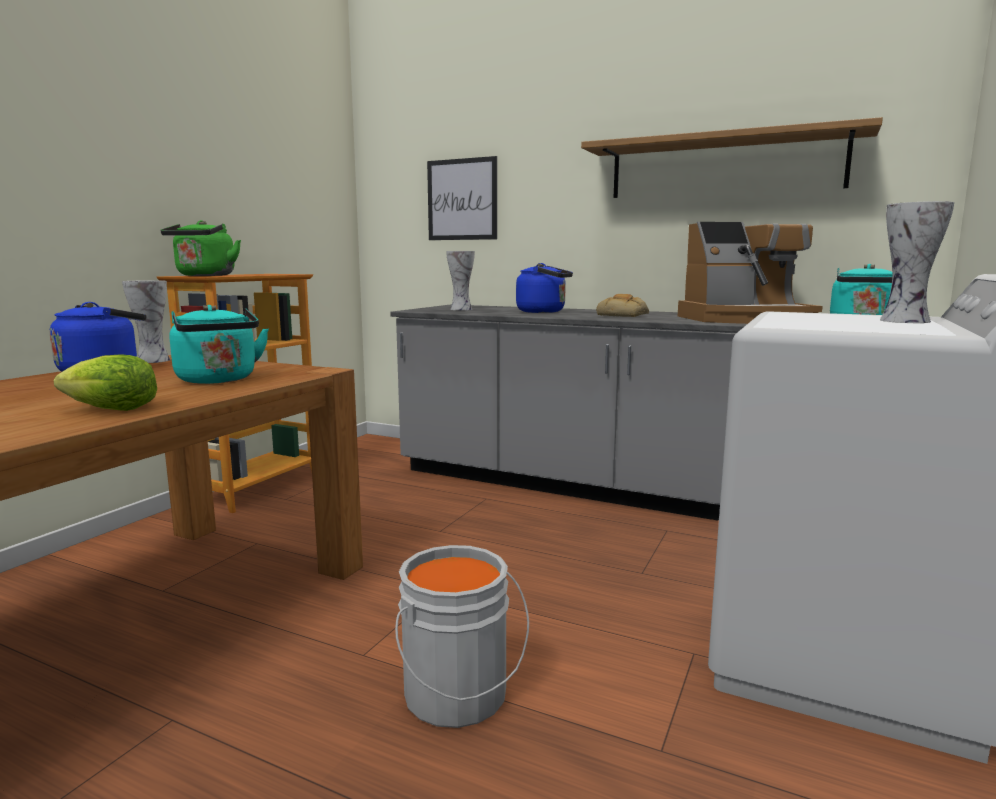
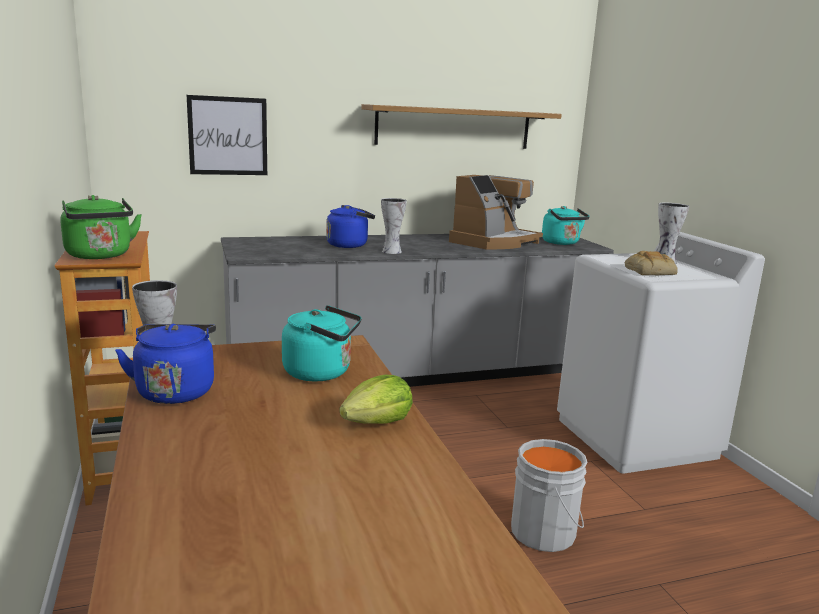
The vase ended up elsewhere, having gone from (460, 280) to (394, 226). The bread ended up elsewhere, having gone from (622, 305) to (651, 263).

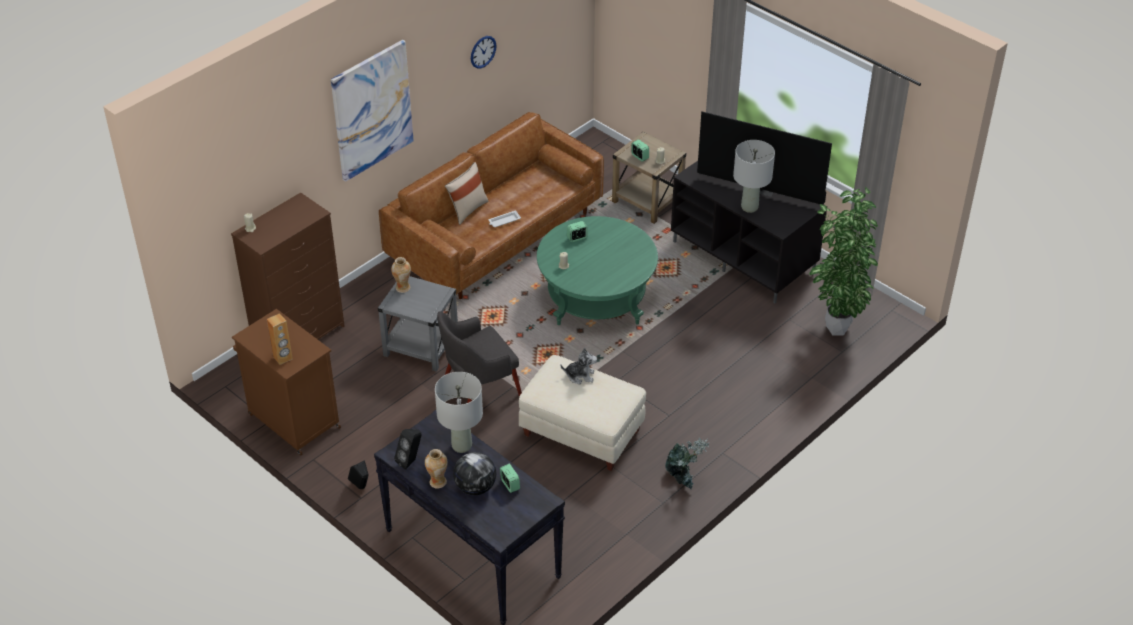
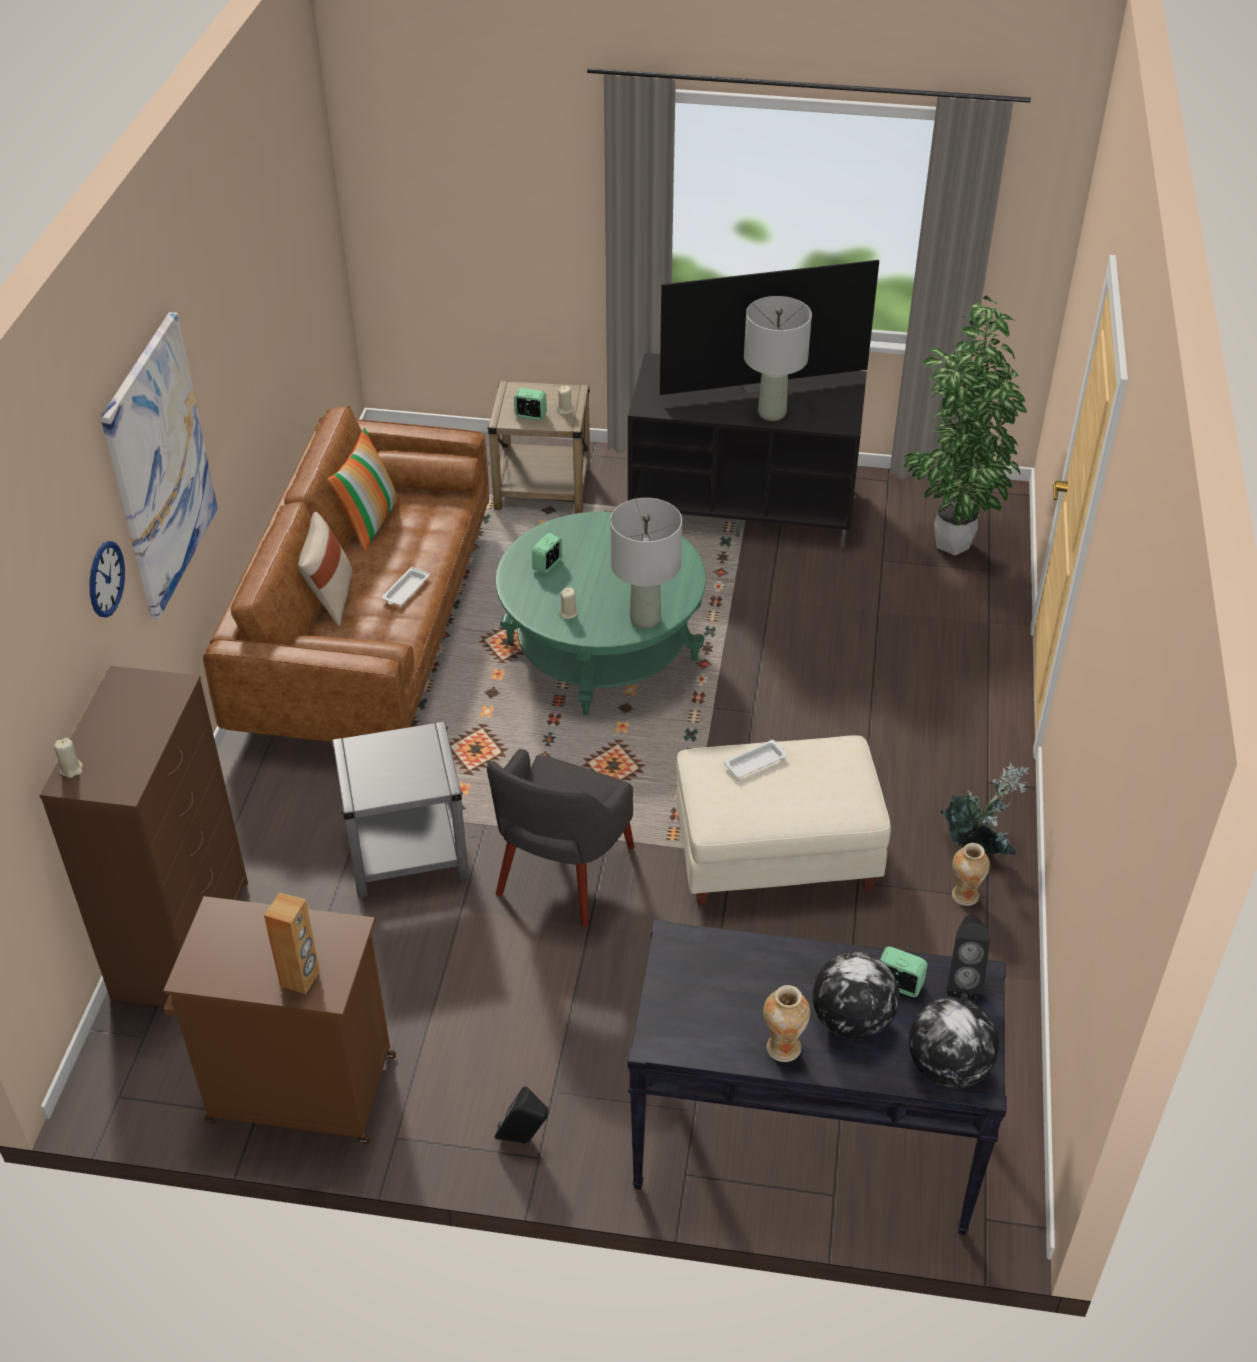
The vase ended up elsewhere, having gone from (401, 275) to (971, 874). The black speaker ended up elsewhere, having gone from (408, 449) to (968, 957). The grey table lamp ended up elsewhere, having gone from (459, 412) to (646, 563). The wall clock ended up elsewhere, having gone from (484, 52) to (107, 579). Where the plush toy stood at (578, 365), the white tray came to stand at (755, 759). The second view gained the pillow at (363, 489). The second view gained the globe at (954, 1043).

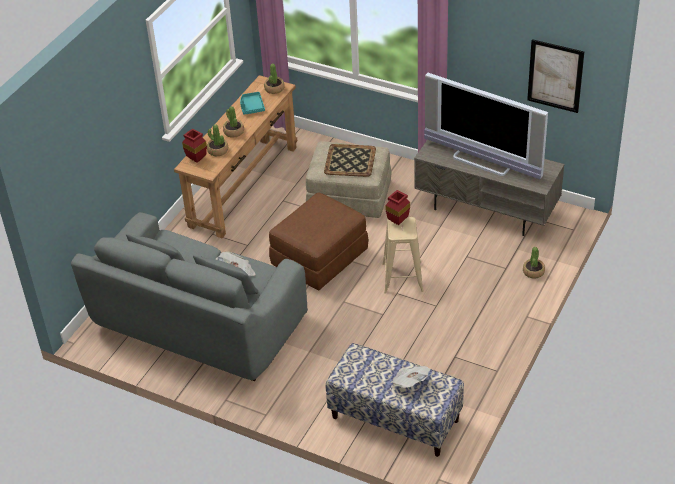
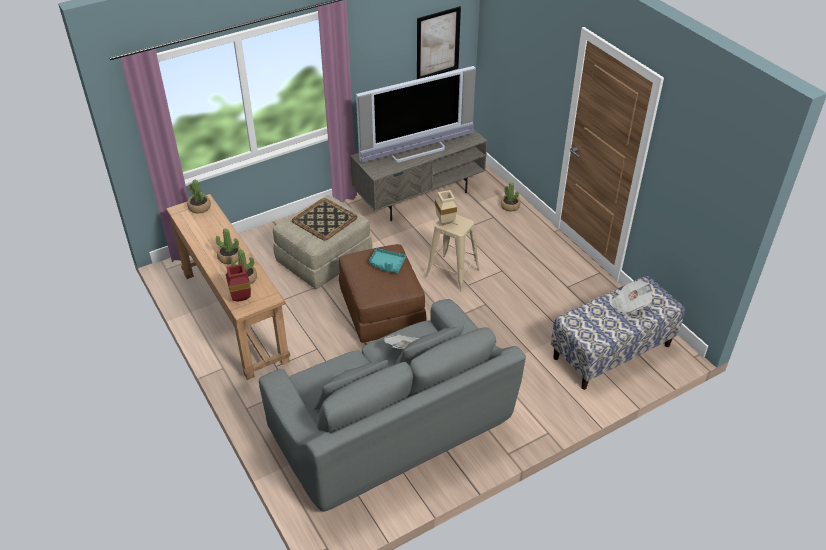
The turquoise tray ended up elsewhere, having gone from (252, 103) to (387, 260). What was the red vase at (397, 207) turned into the beige vase at (446, 207).

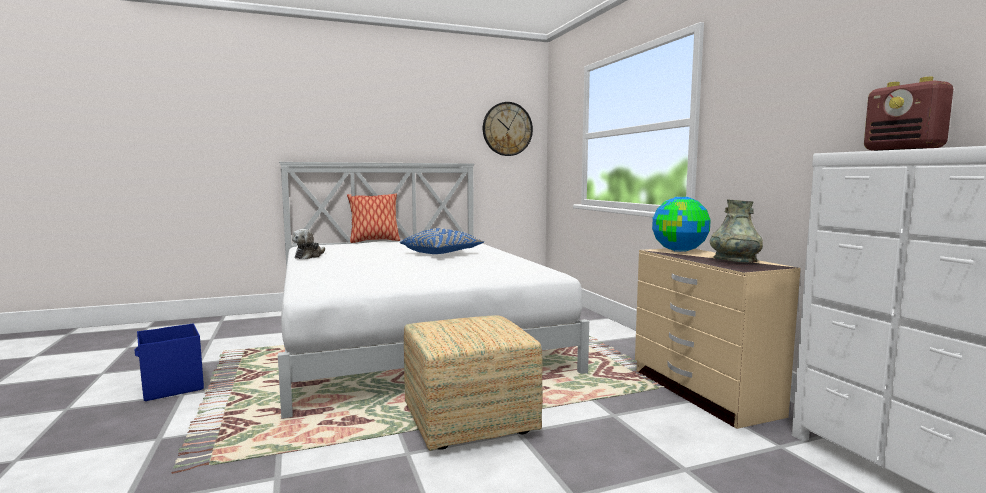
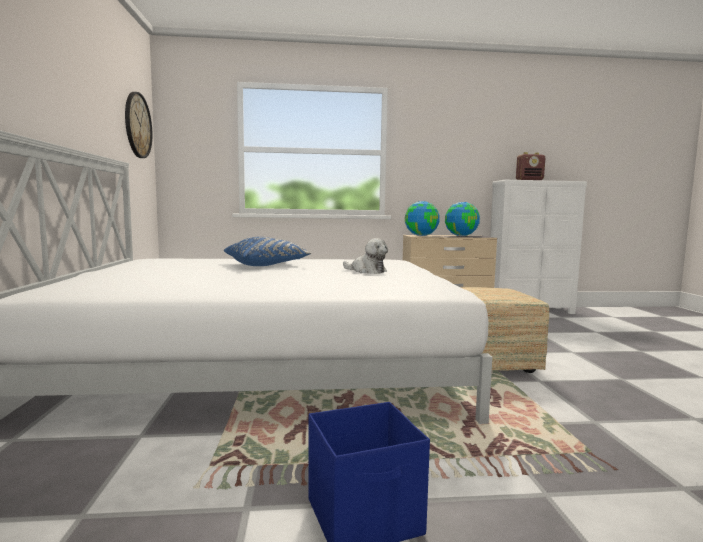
The plush toy ended up elsewhere, having gone from (308, 244) to (365, 256). The second view lost the pillow at (373, 218). Where the grey vase stood at (736, 231), the globe came to stand at (462, 219).

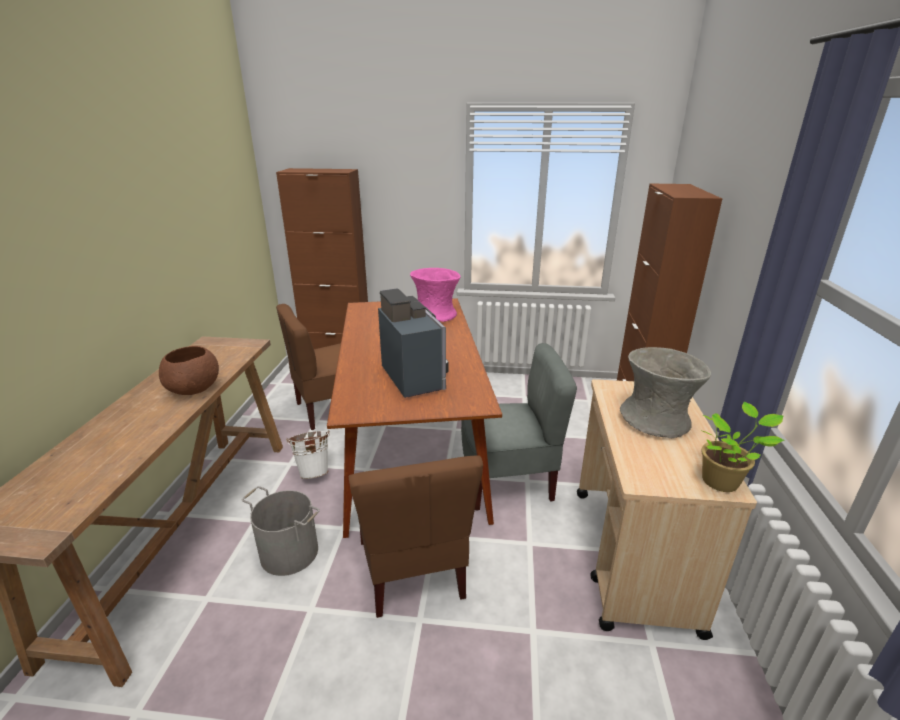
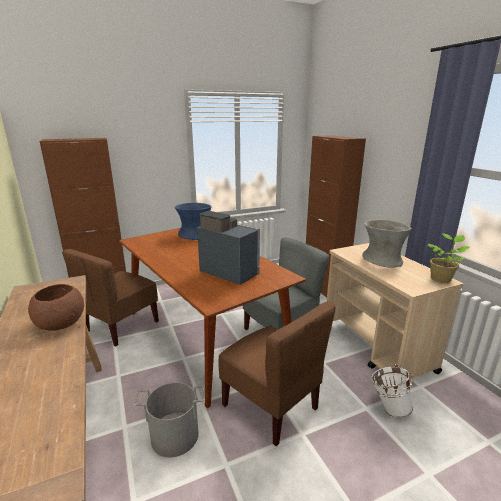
The white bucket ended up elsewhere, having gone from (308, 455) to (392, 391). What was the pink vase at (435, 295) turned into the blue vase at (193, 221).

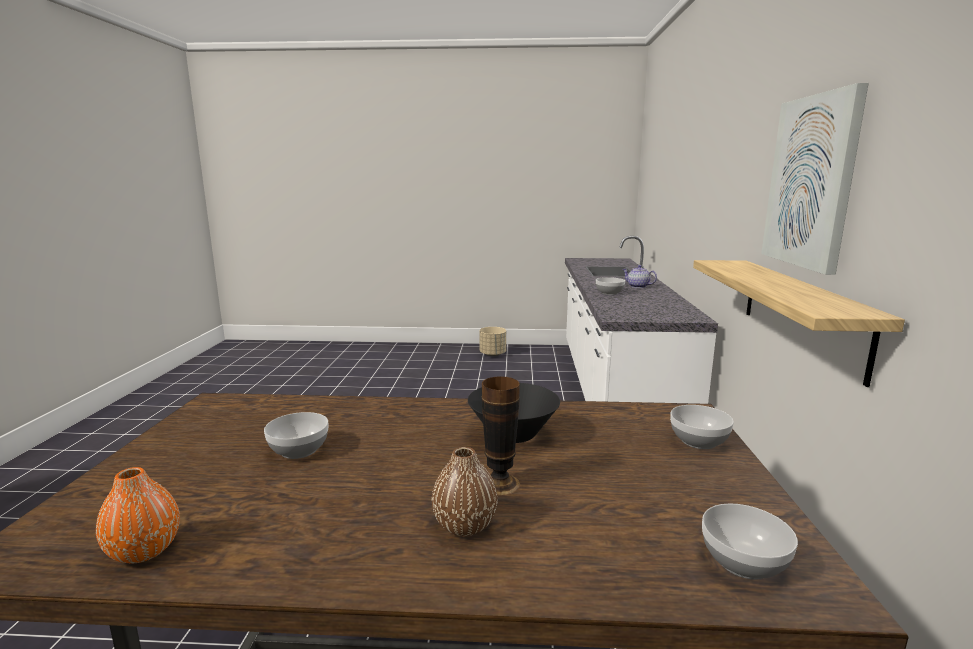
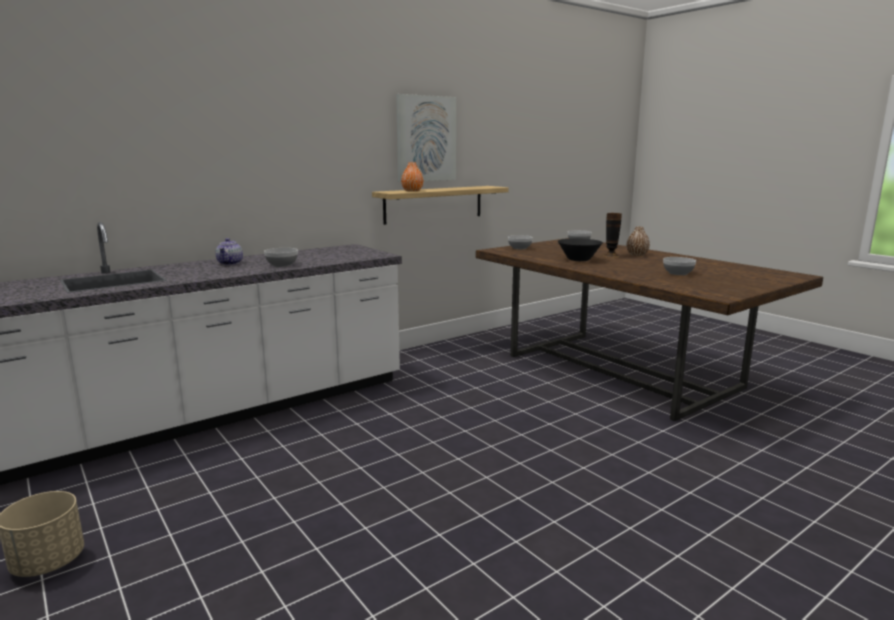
The orange vase ended up elsewhere, having gone from (138, 515) to (412, 177).

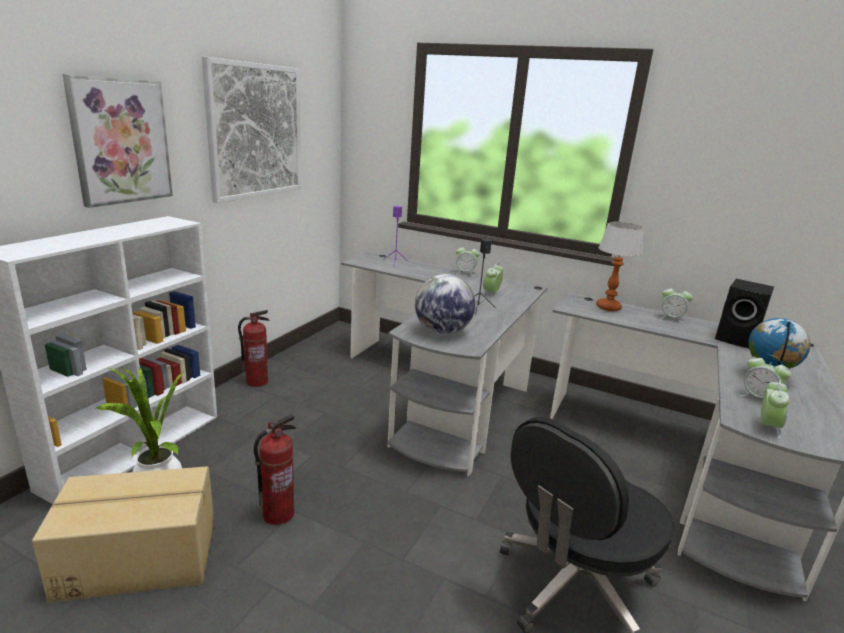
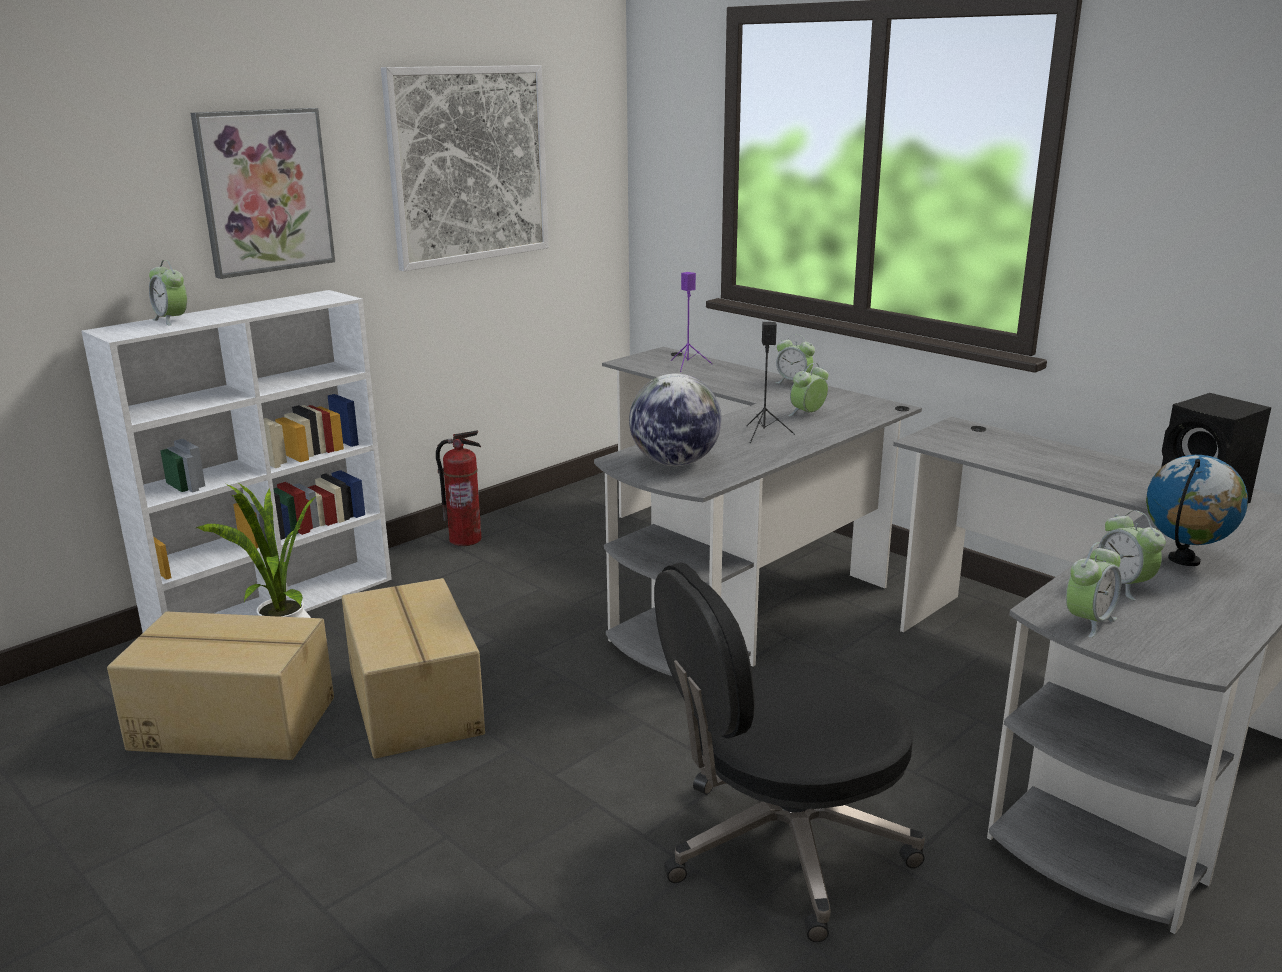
Where the fire extinguisher stood at (275, 469), the cardboard box came to stand at (413, 668). The second view lost the table lamp at (620, 266). The alarm clock ended up elsewhere, having gone from (676, 304) to (168, 293).

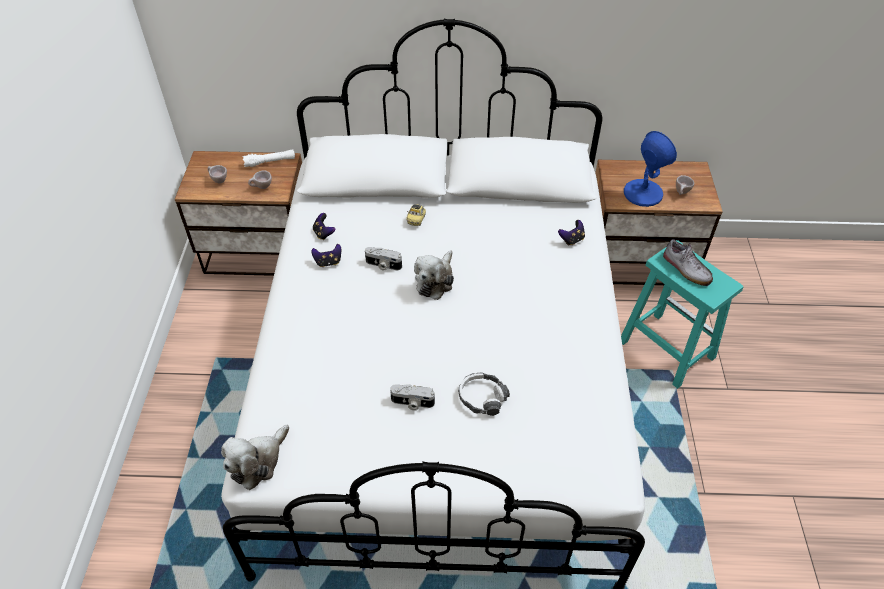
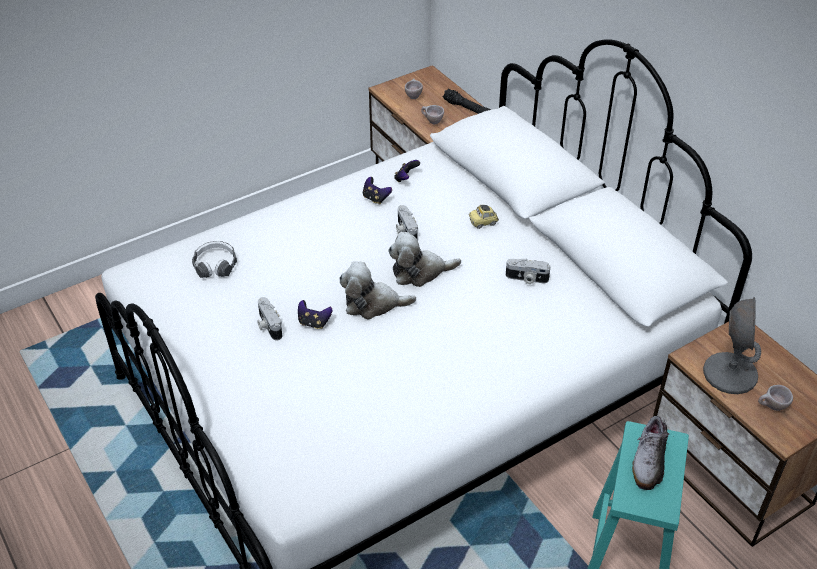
The plush toy ended up elsewhere, having gone from (255, 457) to (377, 290). What was the white flashlight at (268, 158) turned into the black flashlight at (466, 101). The headphones ended up elsewhere, having gone from (484, 394) to (214, 259). The game controller ended up elsewhere, having gone from (571, 233) to (315, 314). What was the blue table lamp at (650, 169) turned into the grey table lamp at (732, 345). The second view gained the photo camera at (528, 271).

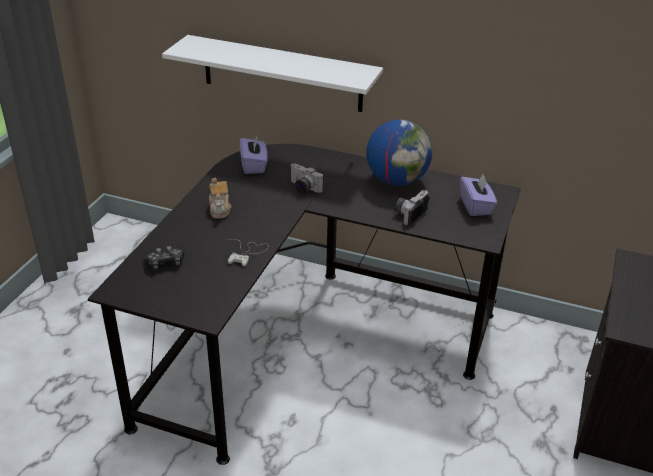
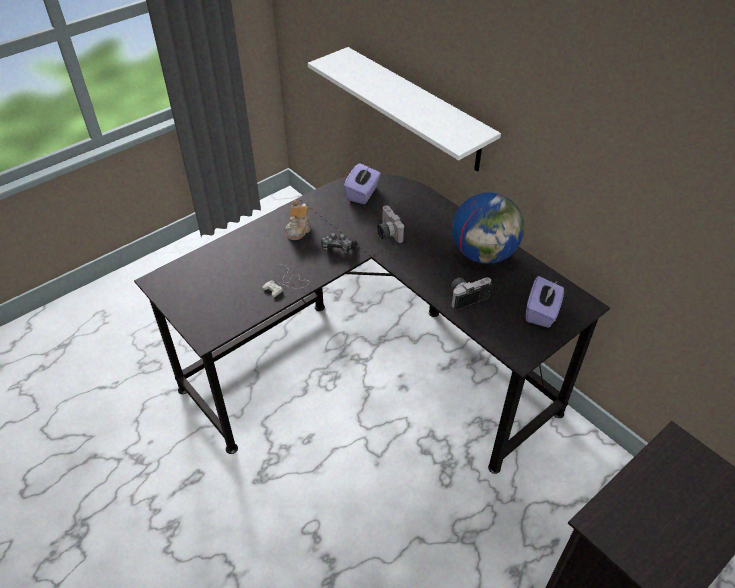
The game controller ended up elsewhere, having gone from (163, 257) to (339, 243).

